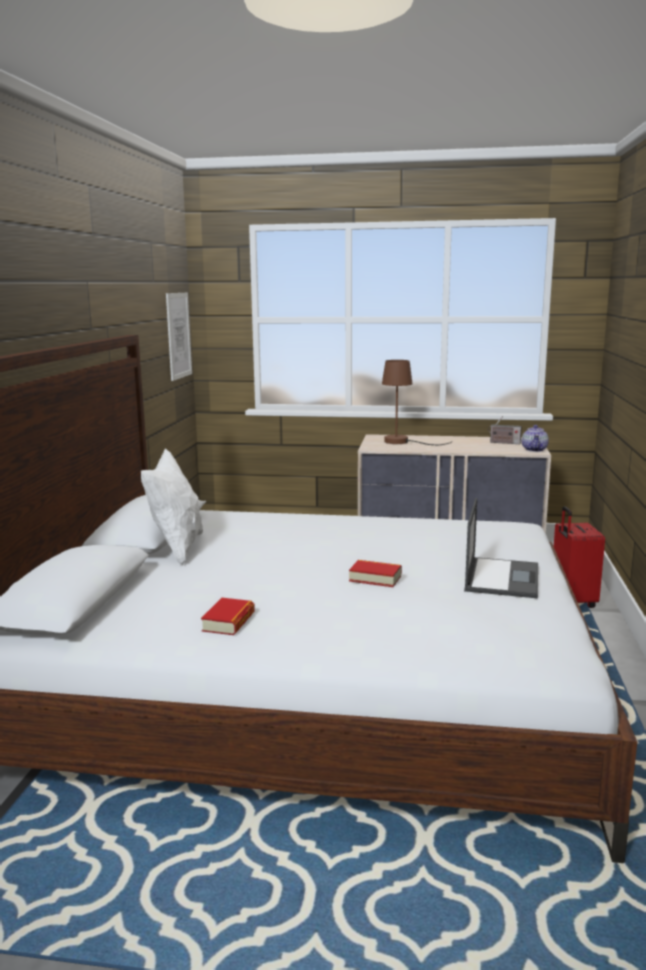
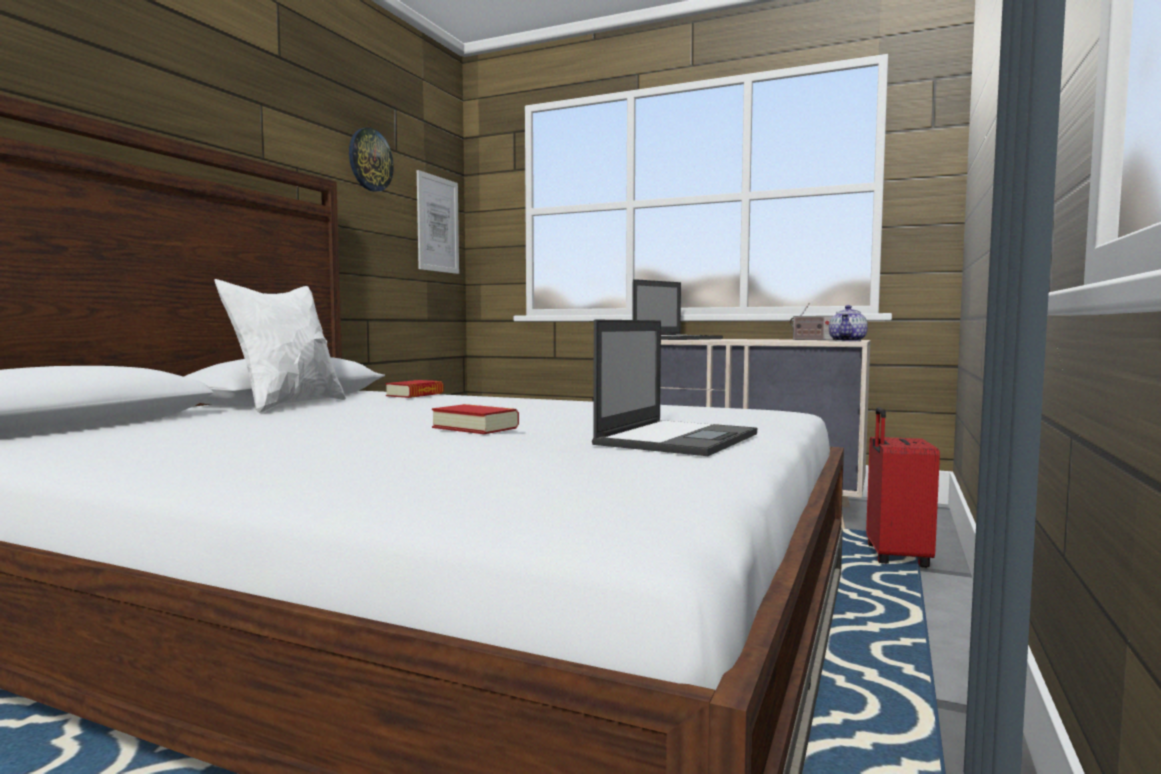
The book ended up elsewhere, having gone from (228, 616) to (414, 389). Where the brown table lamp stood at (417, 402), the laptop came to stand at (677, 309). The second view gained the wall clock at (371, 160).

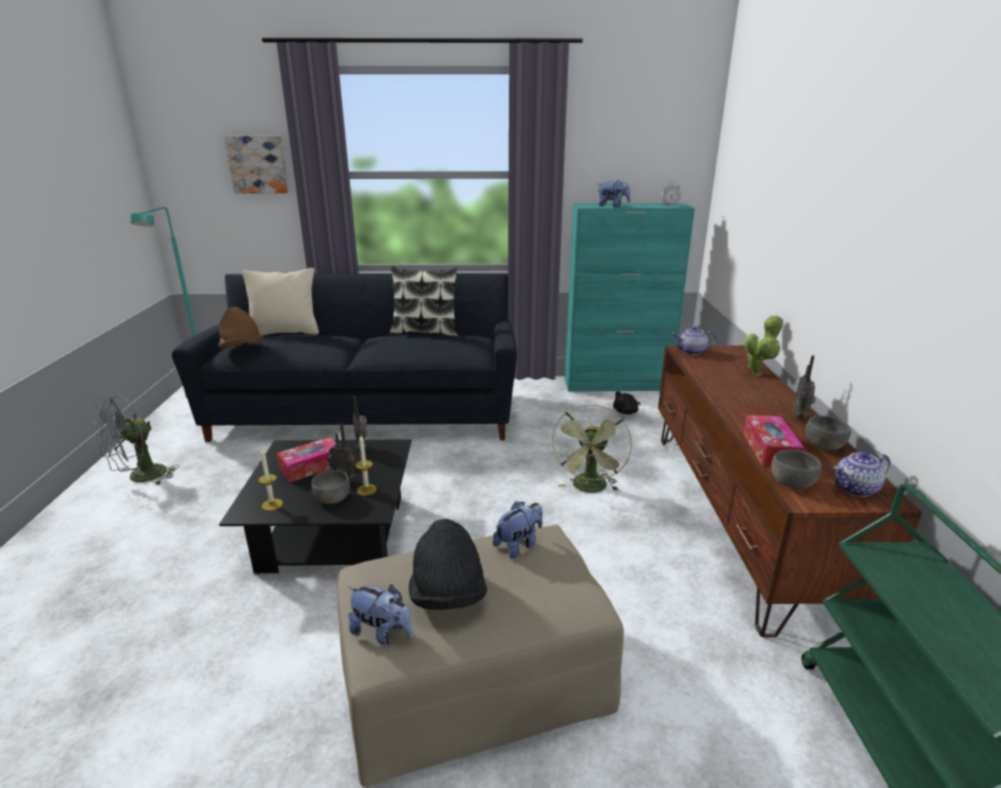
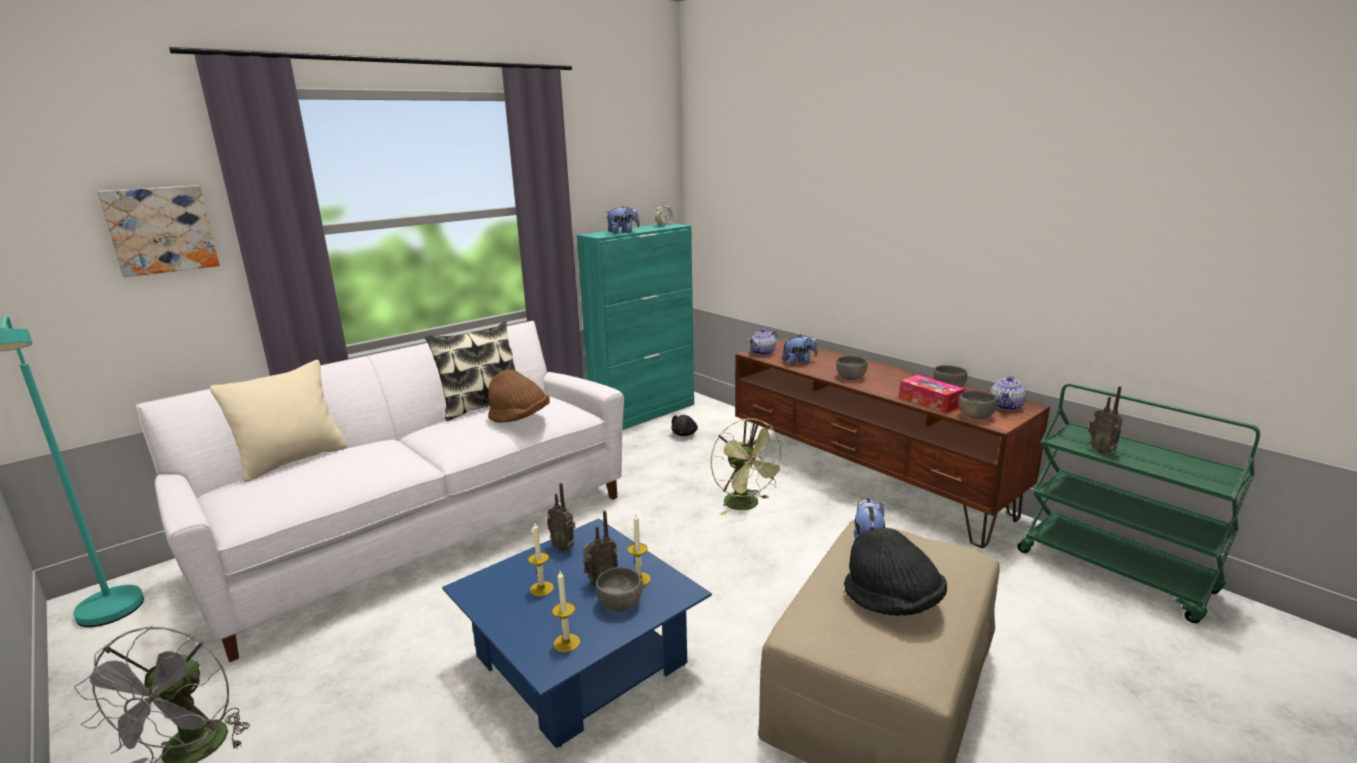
What was the black sofa at (344, 357) turned into the white sofa at (380, 491). The brown hat ended up elsewhere, having gone from (240, 328) to (519, 396). What was the black coffee table at (315, 506) turned into the blue coffee table at (577, 633). Where the tissue box stood at (306, 459), the candle came to stand at (541, 559). The plush toy ended up elsewhere, having gone from (380, 614) to (800, 349). The second view lost the potted plant at (764, 345). The radio ended up elsewhere, having gone from (805, 387) to (1105, 420). The second view gained the grey bowl at (851, 368).

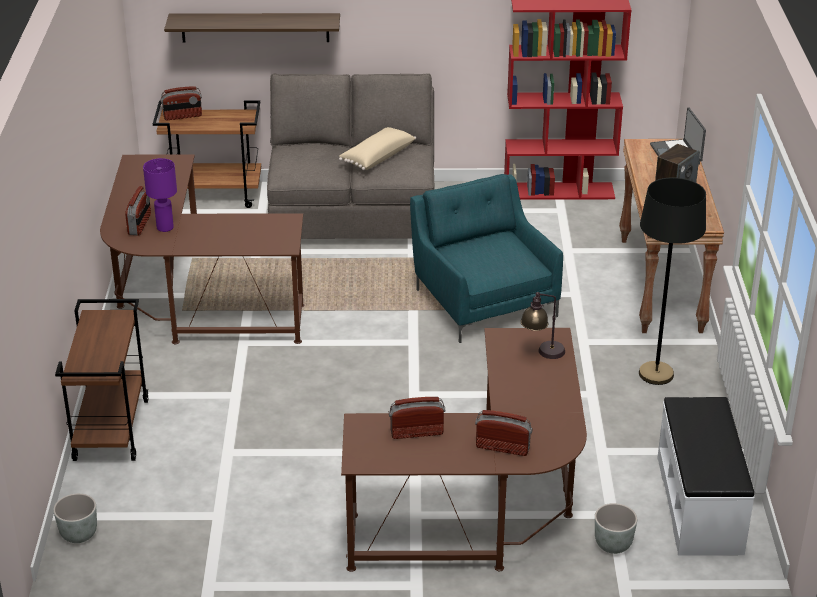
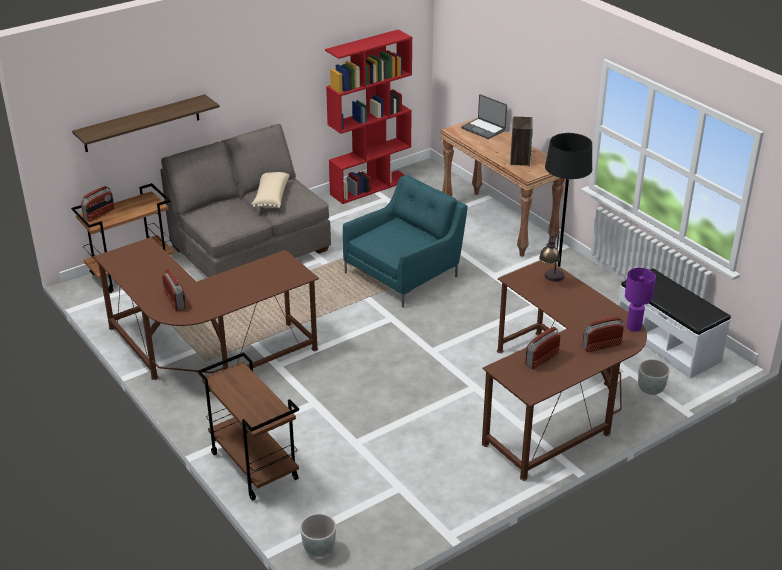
The purple table lamp ended up elsewhere, having gone from (160, 195) to (640, 300). The turquoise armchair at (486, 258) ended up facing another way, 105 degrees clockwise from before.

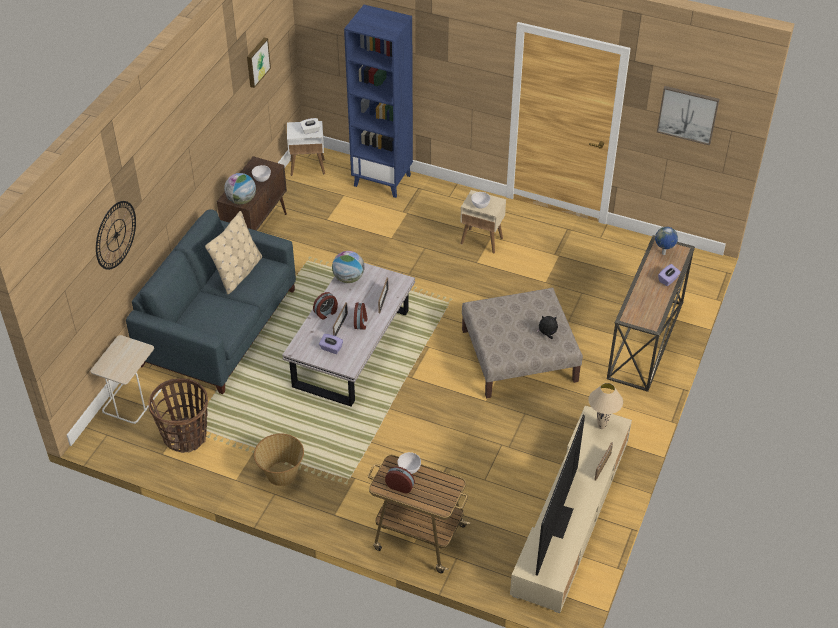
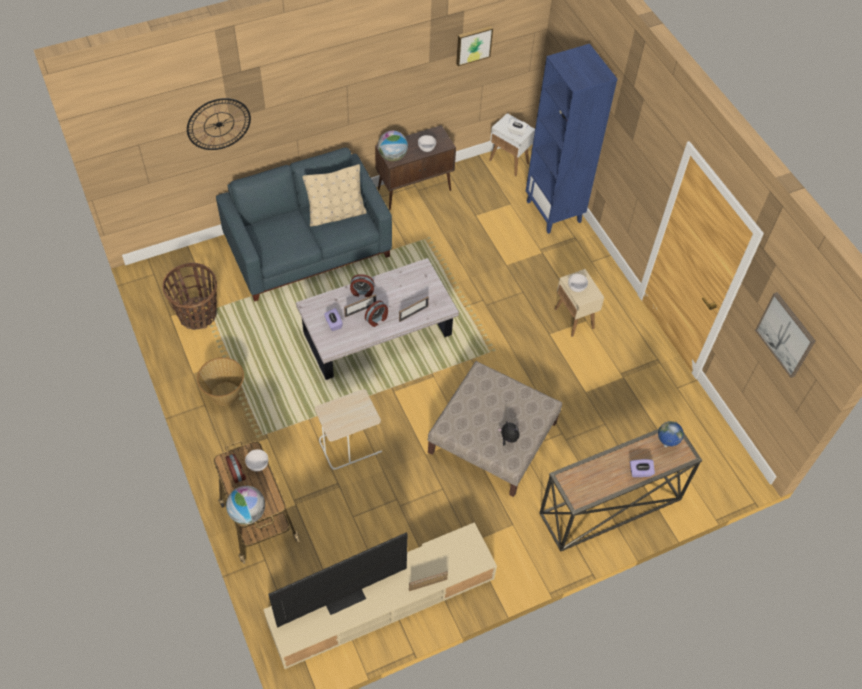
The beige side table ended up elsewhere, having gone from (126, 379) to (348, 429). The globe ended up elsewhere, having gone from (348, 267) to (245, 505). The second view lost the beige table lamp at (605, 406).

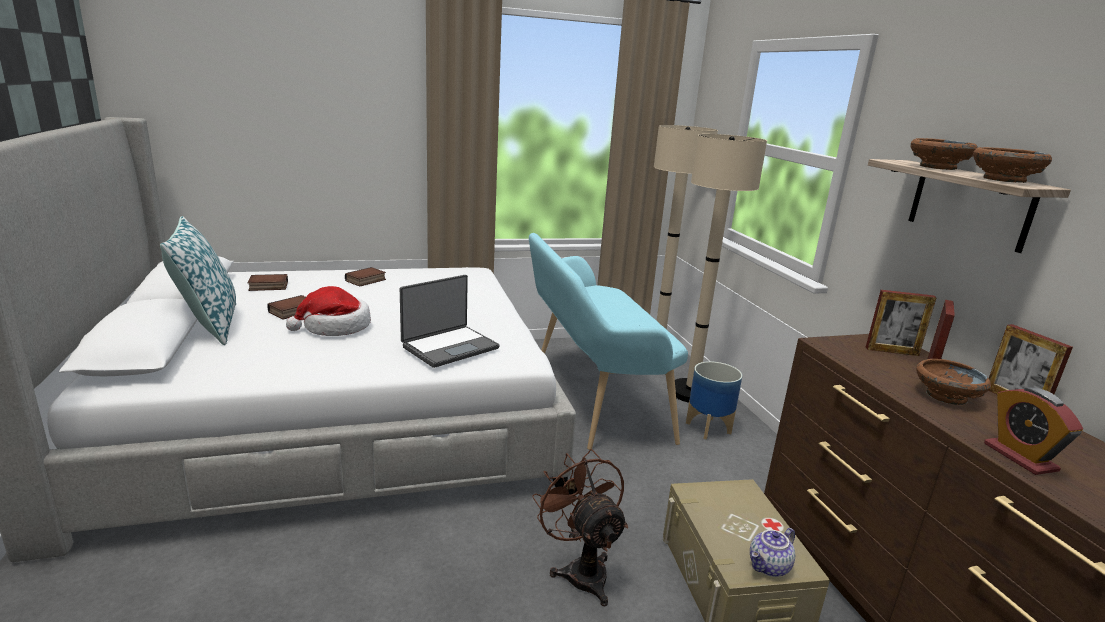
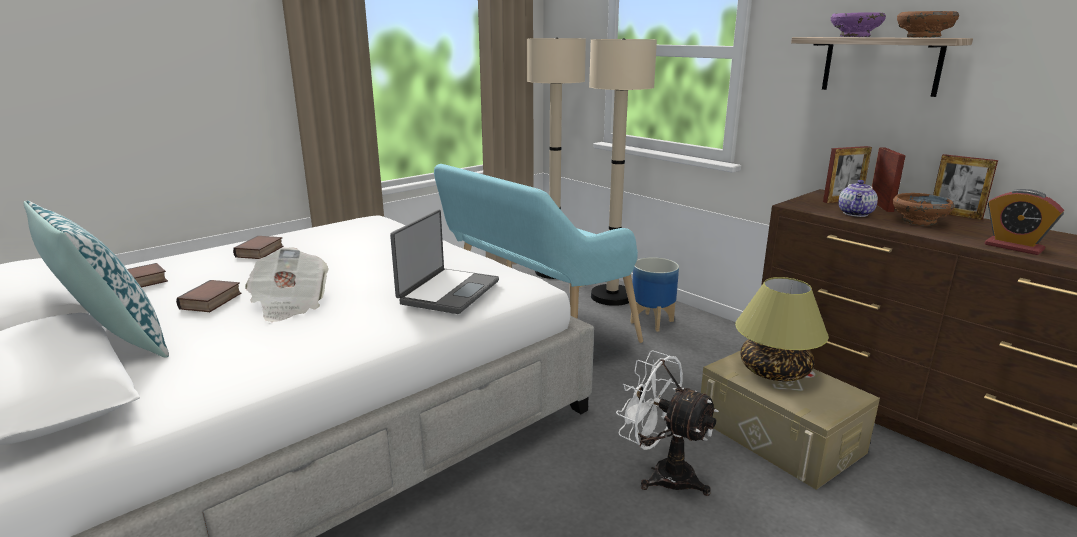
Where the hat stood at (328, 311), the newspaper came to stand at (287, 284). What was the brown fan at (580, 527) turned into the white fan at (667, 423). The teapot ended up elsewhere, having gone from (772, 552) to (858, 198). What was the brown bowl at (944, 154) turned into the purple bowl at (858, 25). The second view gained the table lamp at (782, 329).

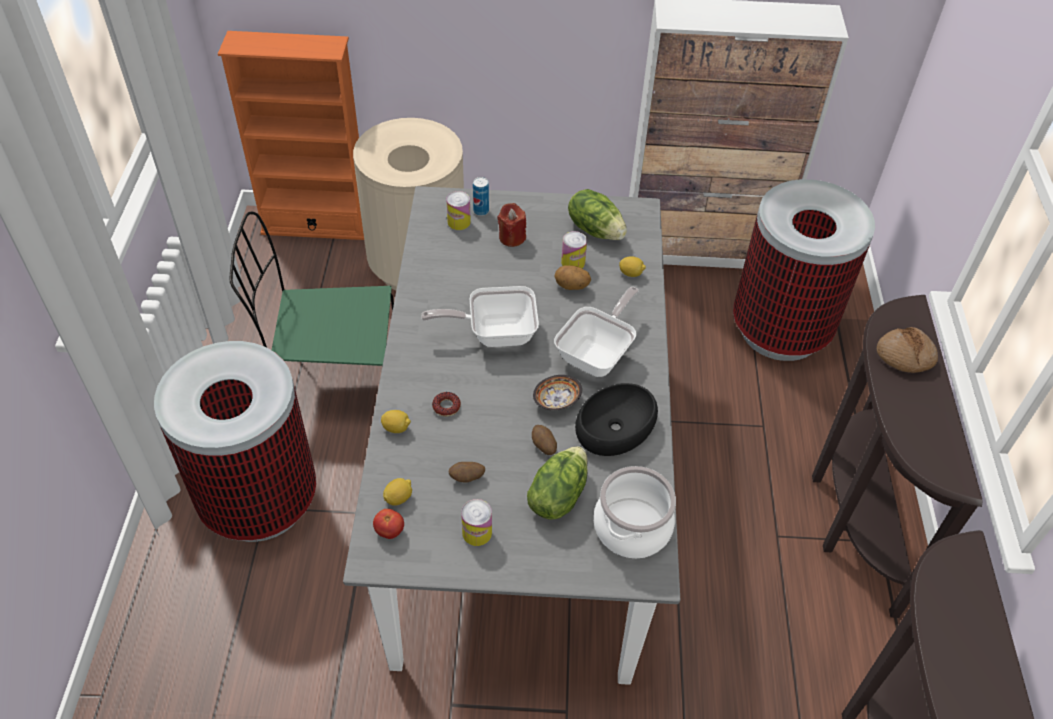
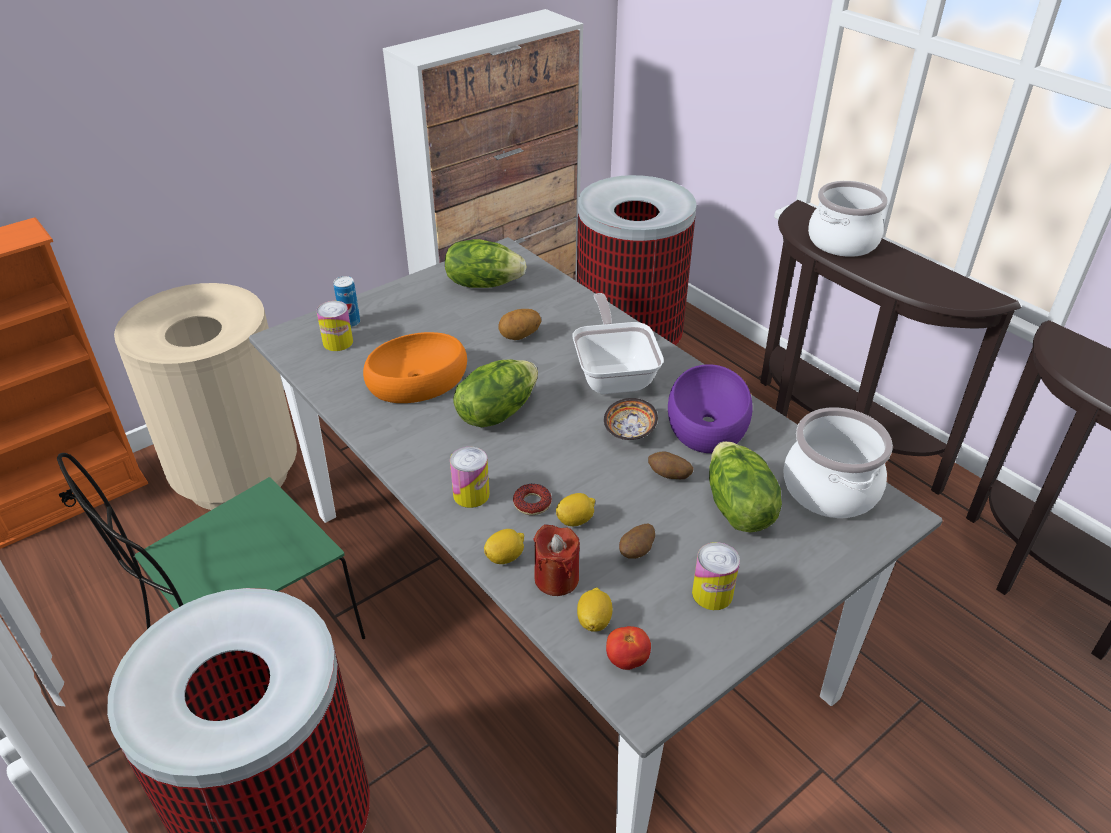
Where the frying pan stood at (480, 316), the lettuce came to stand at (495, 393). The red candle ended up elsewhere, having gone from (512, 225) to (556, 560). The can ended up elsewhere, having gone from (574, 249) to (470, 477). What was the black bowl at (616, 419) turned into the purple bowl at (710, 408). The lemon ended up elsewhere, having gone from (632, 266) to (575, 509). Where the bread stood at (907, 350), the cooking pot came to stand at (848, 219). The second view gained the orange bowl at (415, 367).

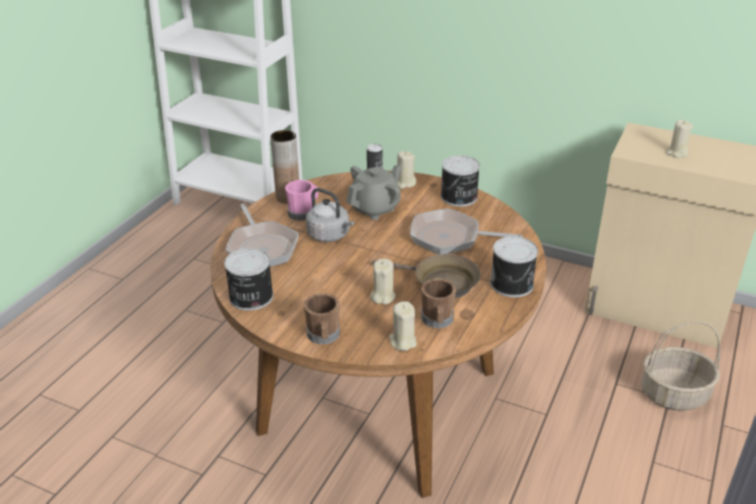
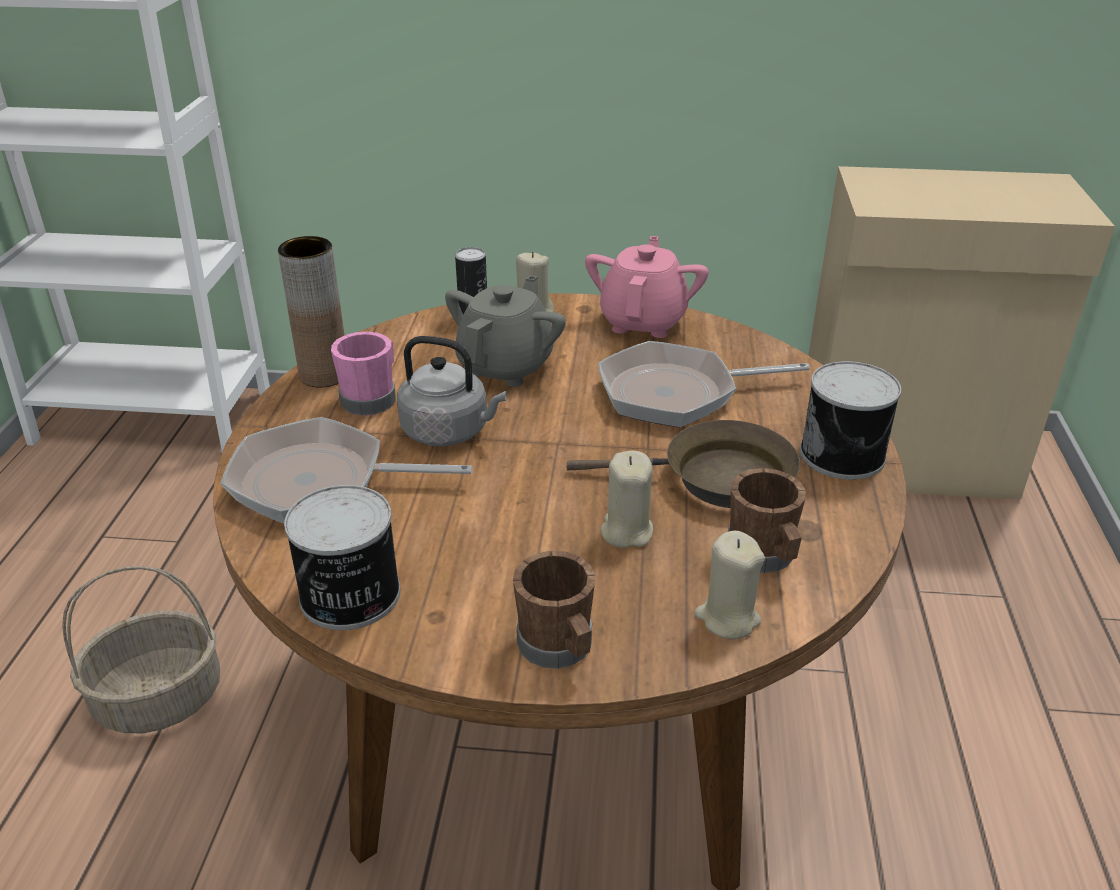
The frying pan at (262, 235) ended up facing another way, 135 degrees clockwise from before. Where the can stood at (460, 181), the pink teapot came to stand at (647, 287). The basket ended up elsewhere, having gone from (680, 366) to (141, 649). The second view lost the beige candle at (679, 138).

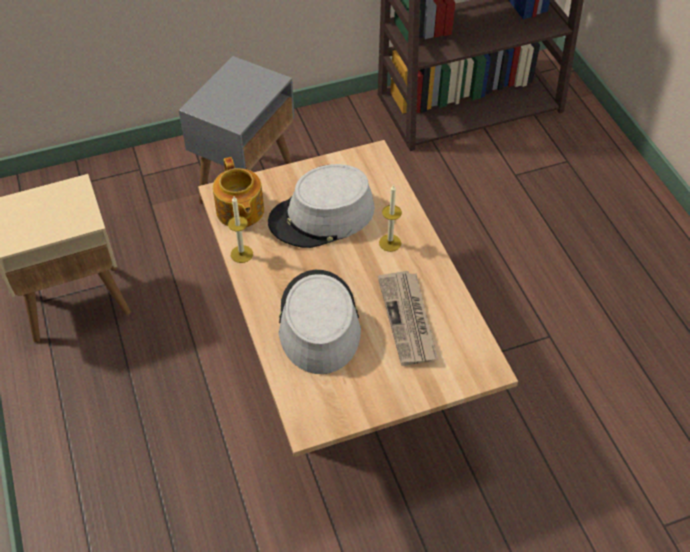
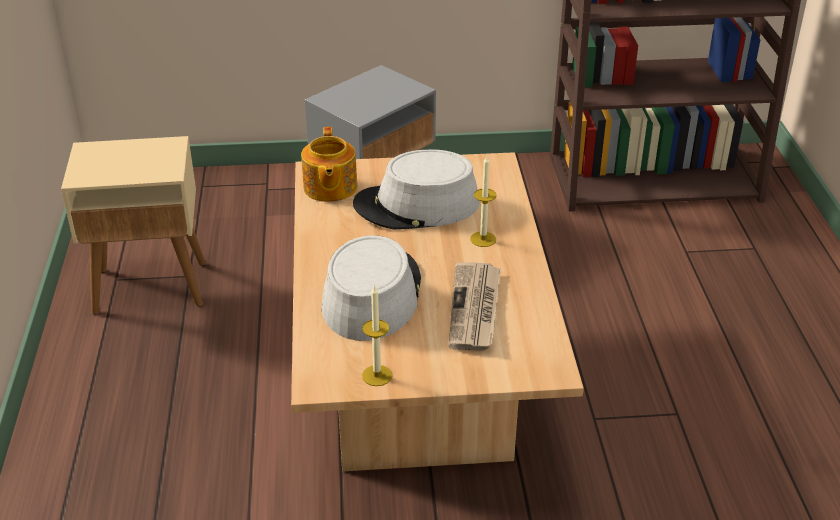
The candle ended up elsewhere, having gone from (240, 229) to (377, 335).

